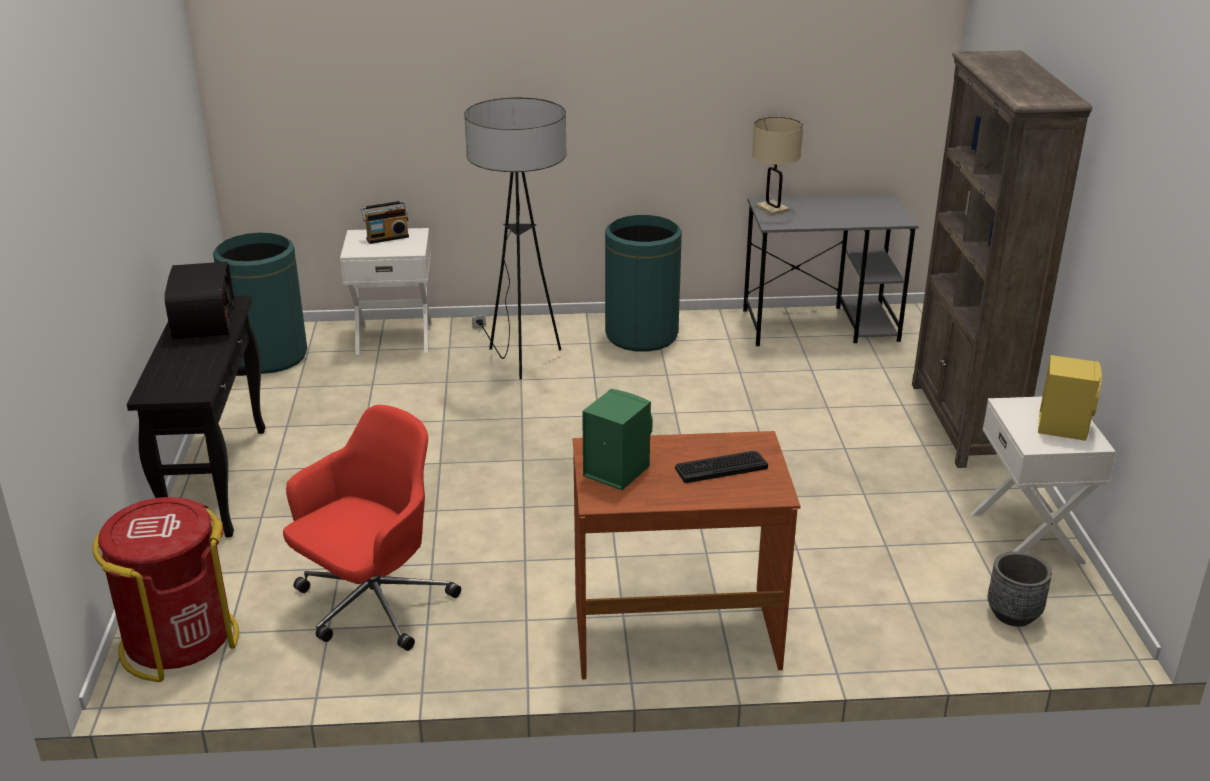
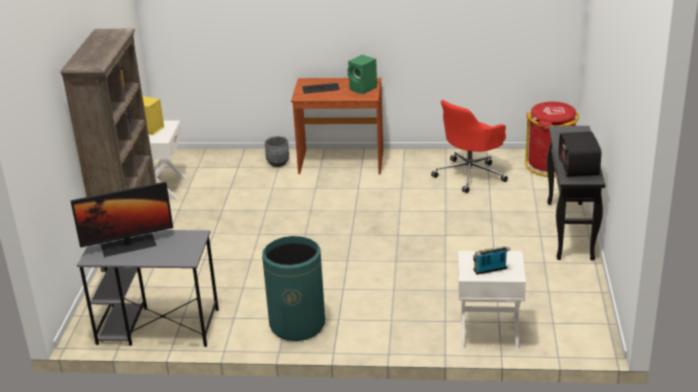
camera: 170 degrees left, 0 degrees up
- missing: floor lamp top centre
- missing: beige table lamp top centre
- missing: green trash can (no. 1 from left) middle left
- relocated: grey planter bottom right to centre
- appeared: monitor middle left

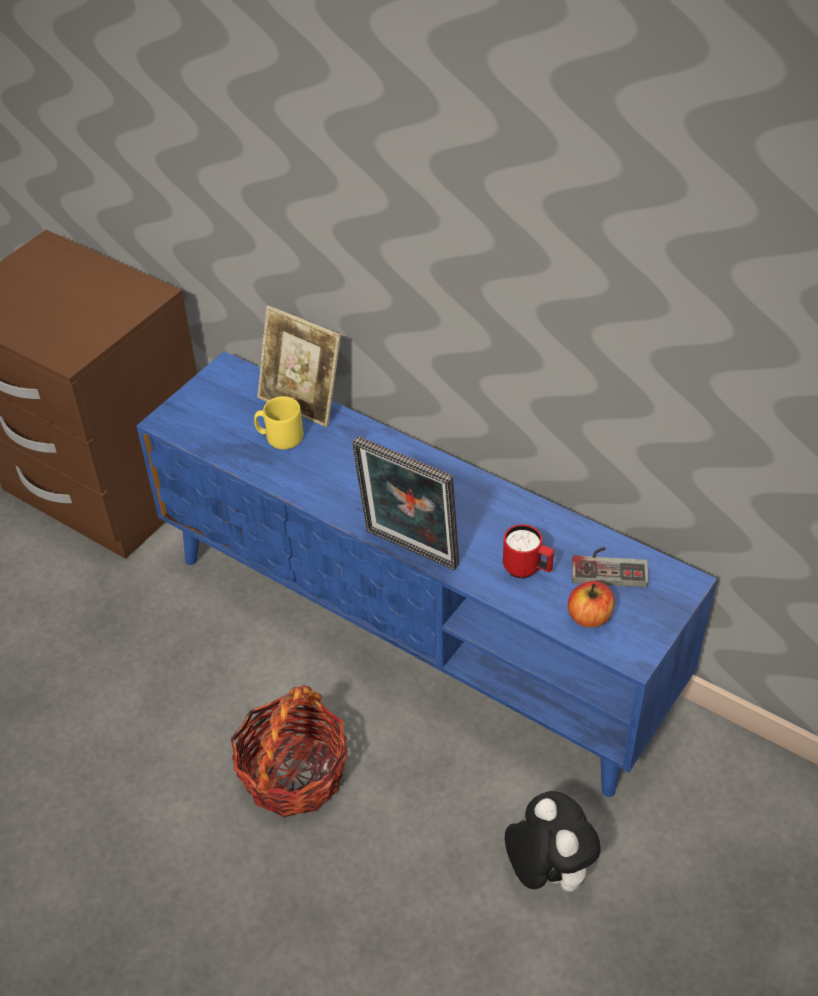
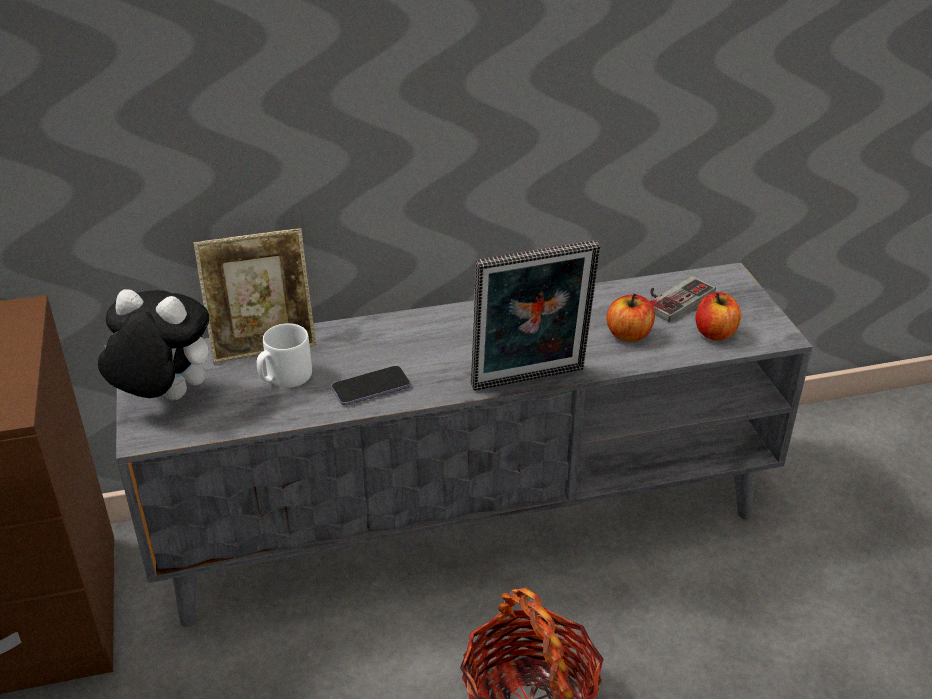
camera: 50 degrees left, 10 degrees down
- colour: blue tv stand centre to grey tv stand centre
- colour: yellow mug centre to white mug middle left
- exchanged: red mug centre to apple (no. 1 from left) middle right
- relocated: plush toy bottom right to middle left
- appeared: phone centre

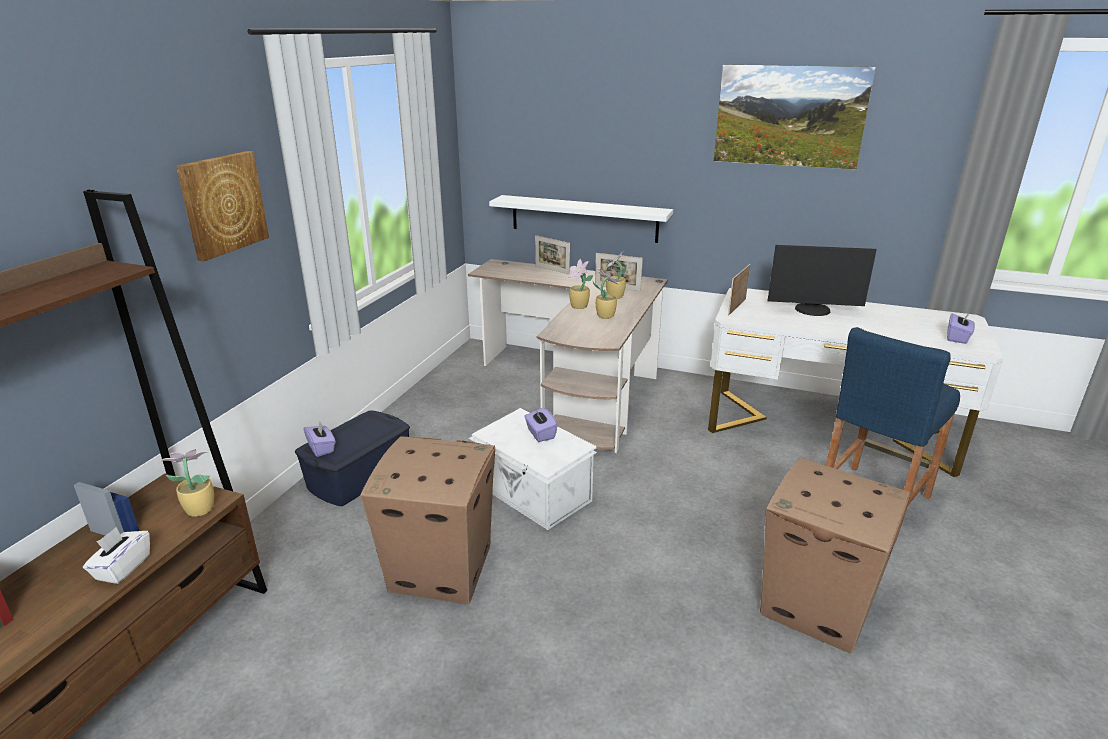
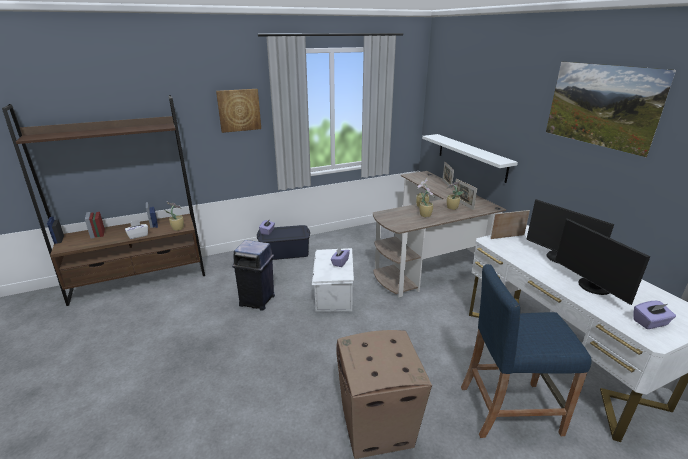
camera: 45 degrees right, 0 degrees up
- exchanged: cardboard box (no. 1 from left) bottom centre to blue trash can centre
- appeared: monitor (no. 2 from left) middle right

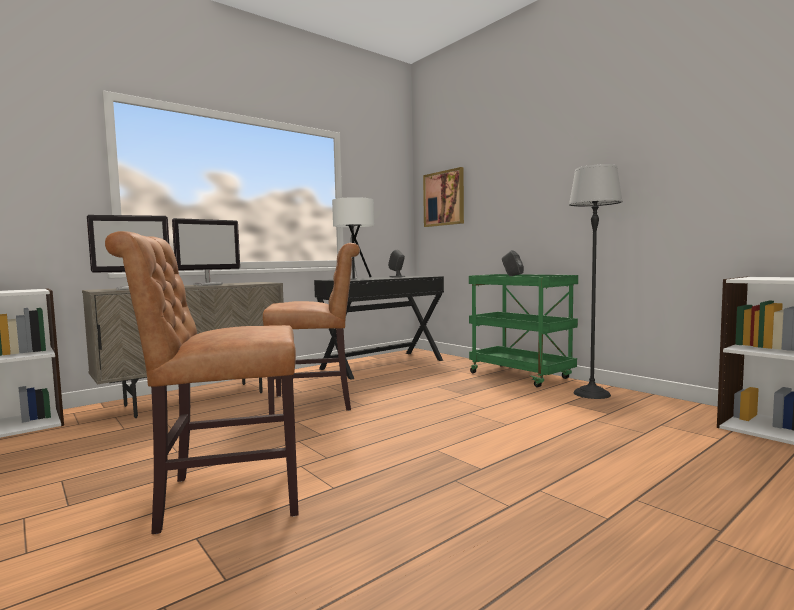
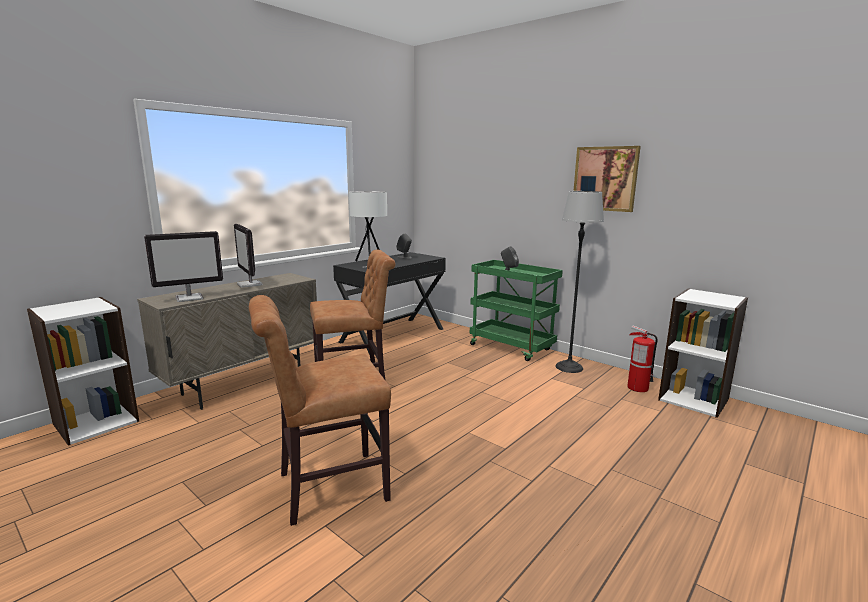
camera: 10 degrees left, 10 degrees up
- relocated: picture top centre to top right
- spun: monitor (no. 2 from left) middle left = middle left 105 degrees clockwise
- appeared: fire extinguisher middle right

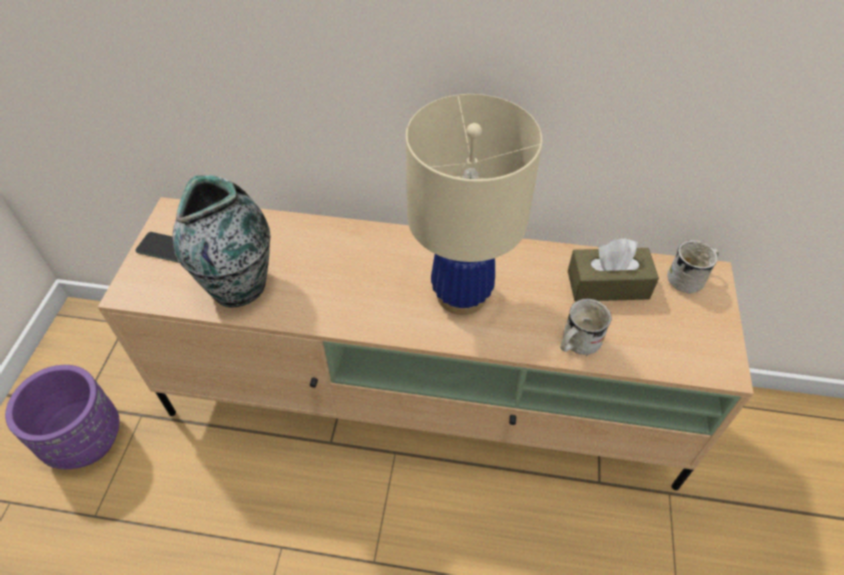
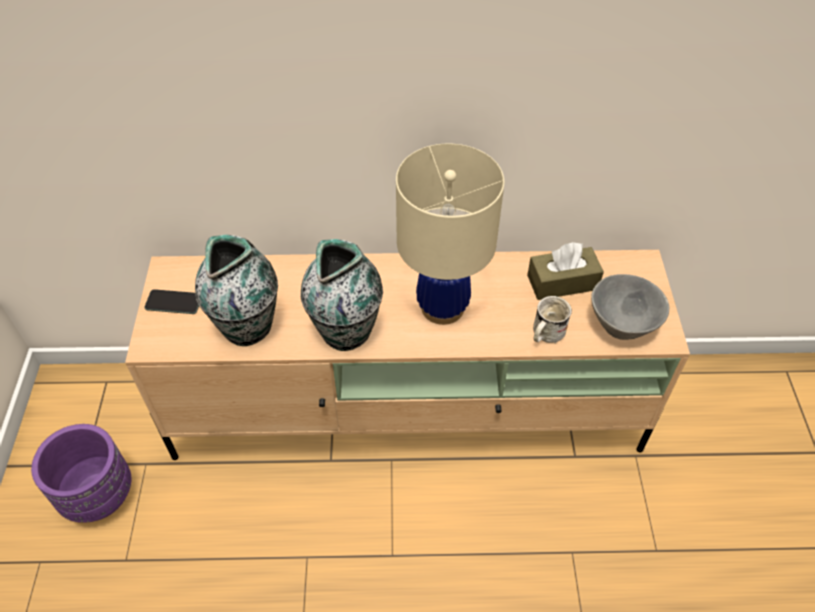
camera: 10 degrees left, 0 degrees up
- missing: white mug (no. 2 from left) middle right
- appeared: vase (no. 2 from left) centre
- appeared: grey bowl middle right

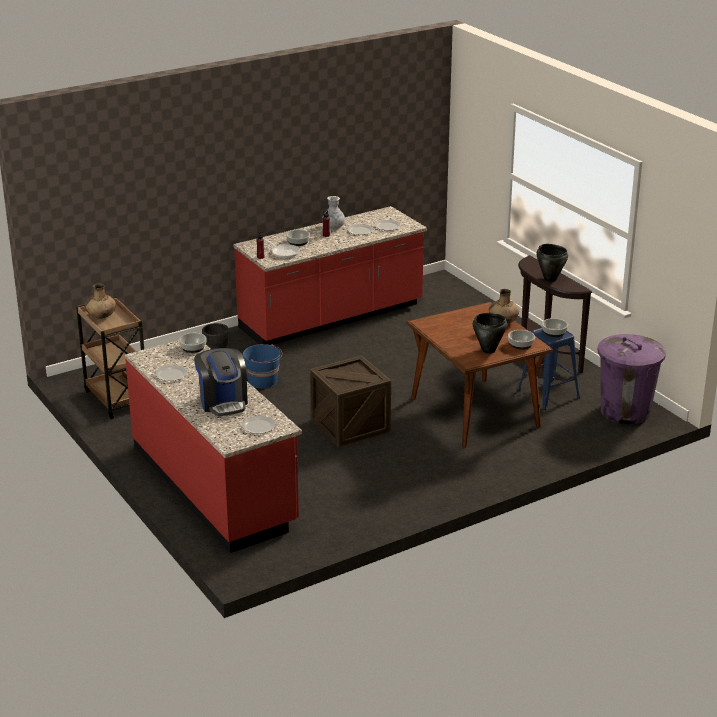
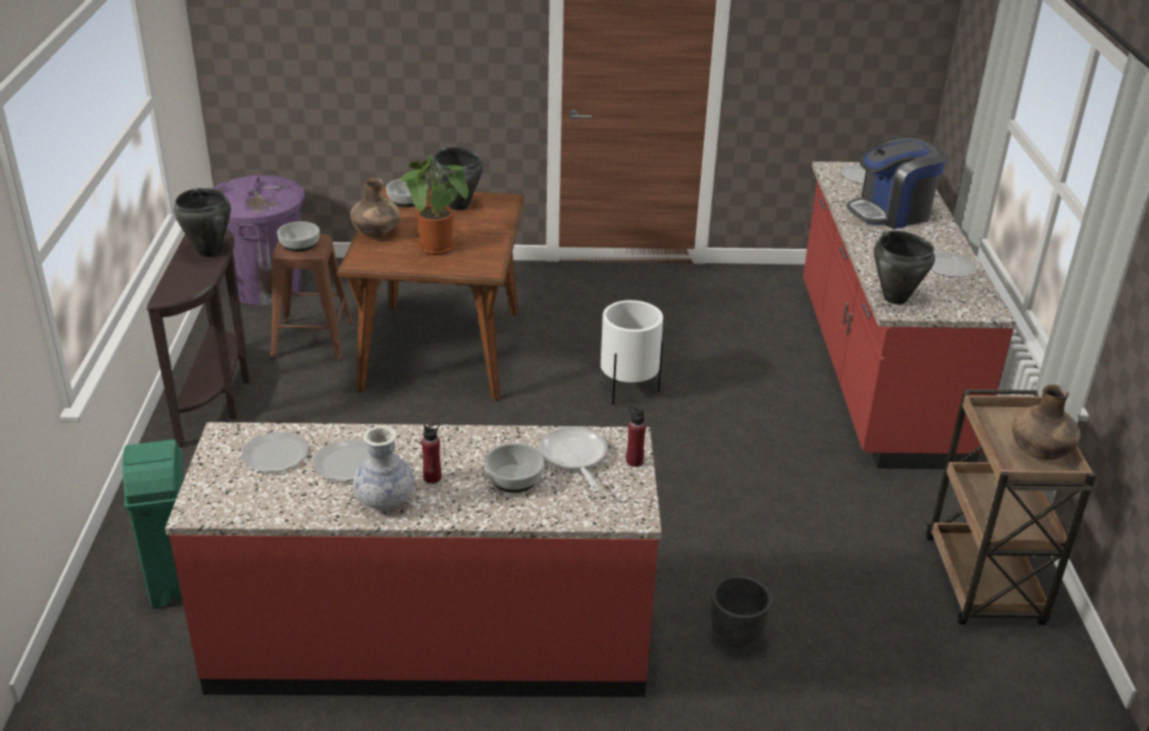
camera: 150 degrees left, 5 degrees up
- colour: blue stool middle right to brown stool middle left
- exchanged: bowl (no. 1 from left) middle left to black cooking pot (no. 3 from left) middle right
- missing: blue bucket centre
- spun: coffee machine middle left = top right 120 degrees counterclockwise
- exchanged: crate centre to white planter centre
- appeared: potted plant top centre
- appeared: green trash can bottom left

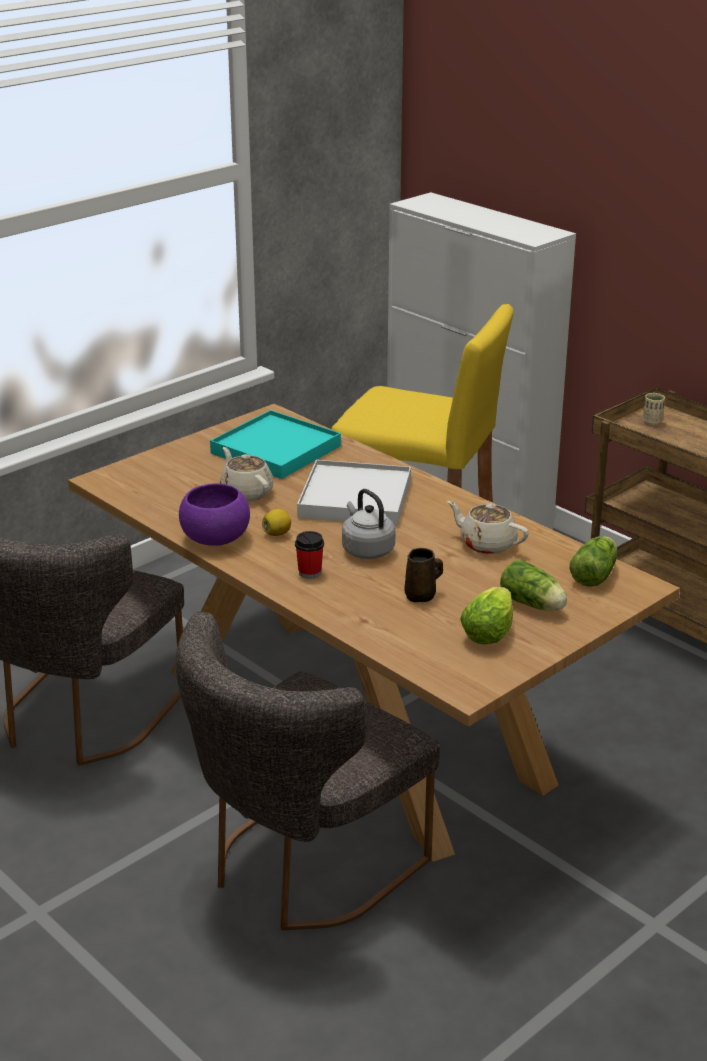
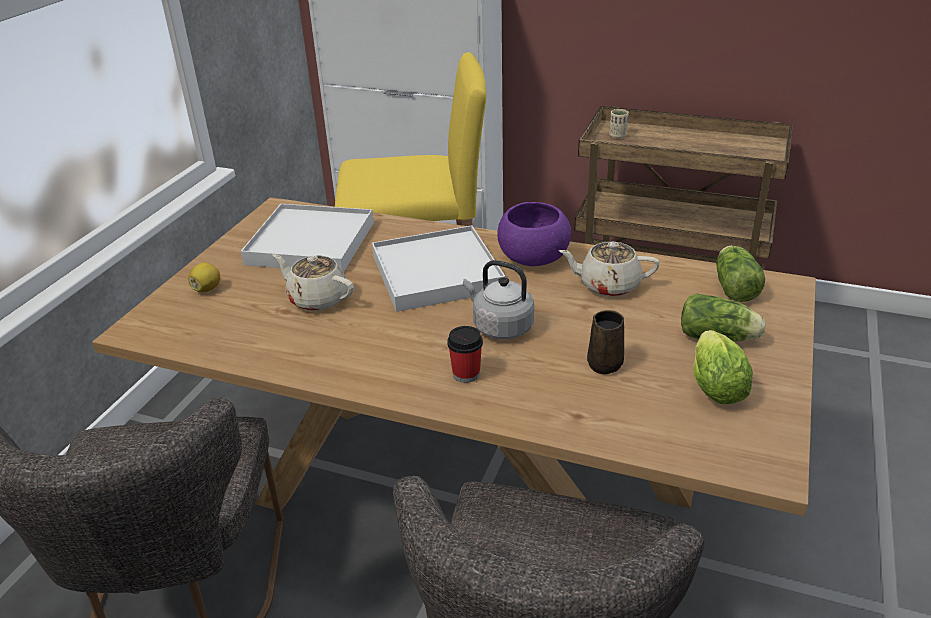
camera: 25 degrees left, 5 degrees up
- colour: turquoise tray centre to white tray (no. 1 from left) middle left
- relocated: purple bowl middle left to centre
- relocated: lemon centre to middle left

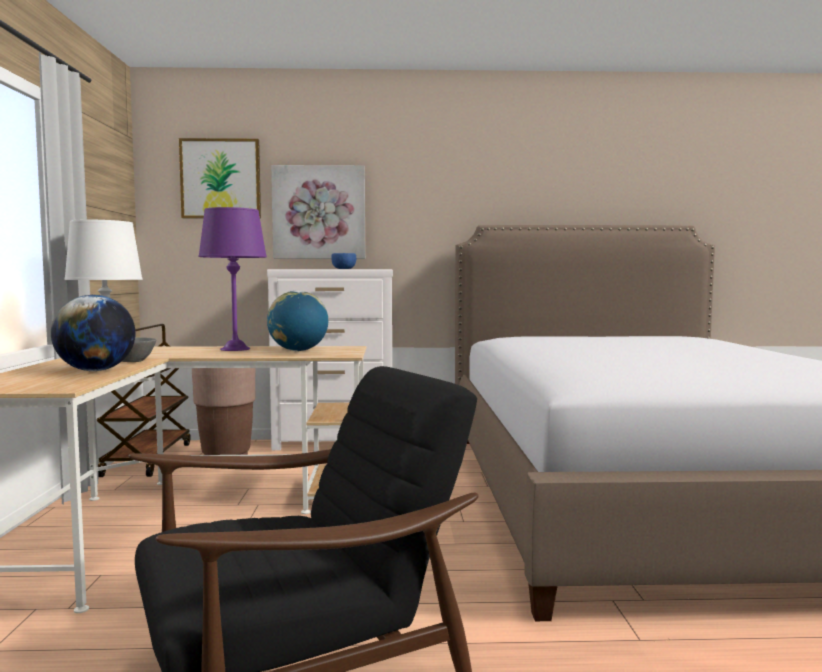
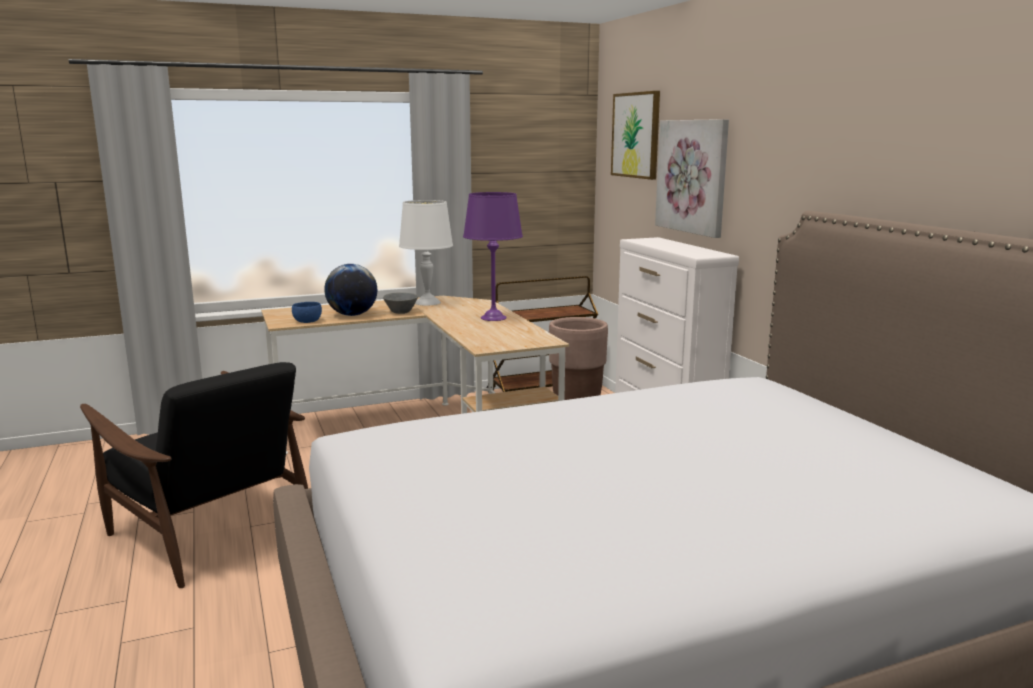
camera: 70 degrees right, 10 degrees up
- relocated: blue bowl centre to middle left
- missing: globe (no. 2 from left) centre

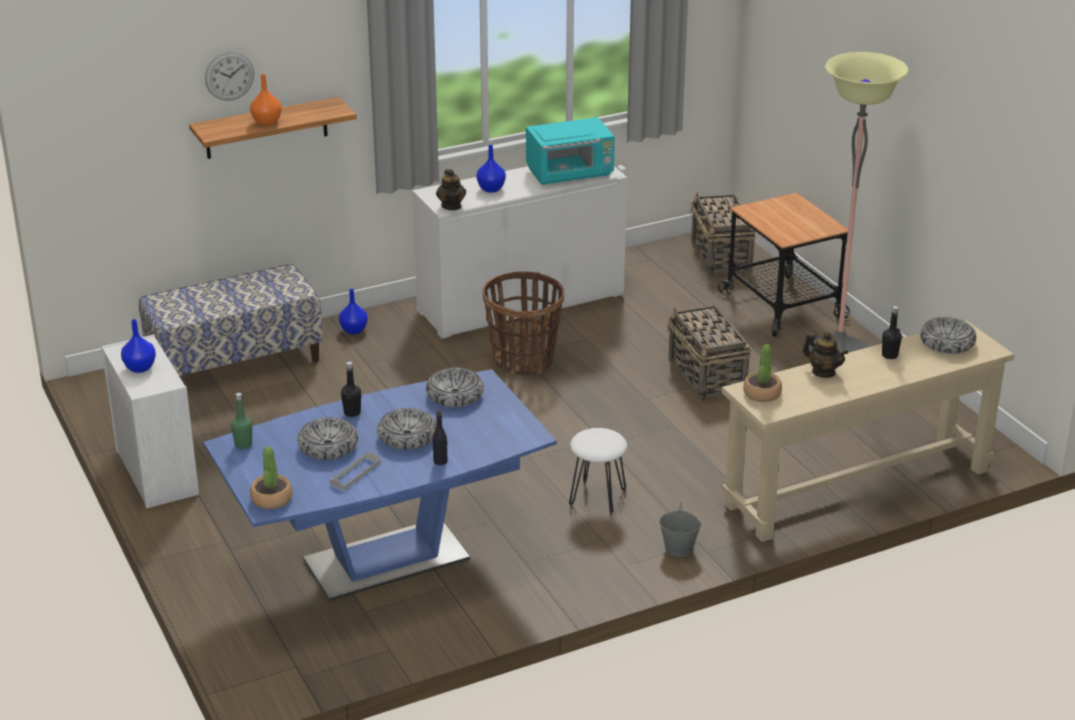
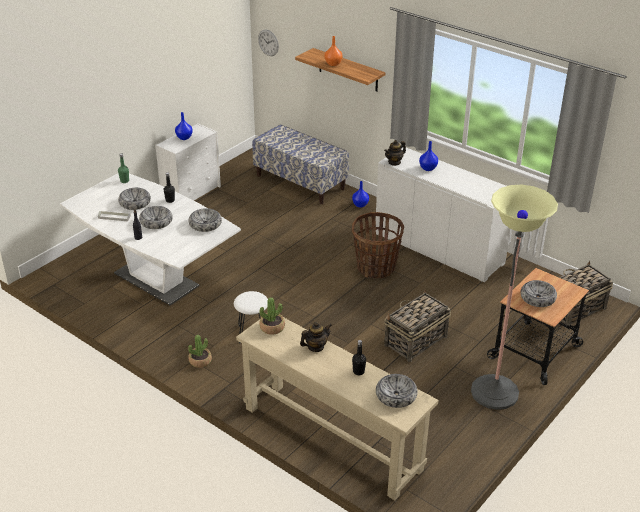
camera: 65 degrees right, 5 degrees up
- relocated: wall clock top left to top centre
- missing: turquoise microwave top centre
- spun: teapot (no. 2 from left in the first image) middle right = centre 135 degrees counterclockwise
- colour: blue dining table bottom centre to white dining table middle left
- relocated: potted plant (no. 1 from left) middle left to bottom left
- missing: grey bucket bottom centre
- appeared: bowl (no. 5 from left) middle right

